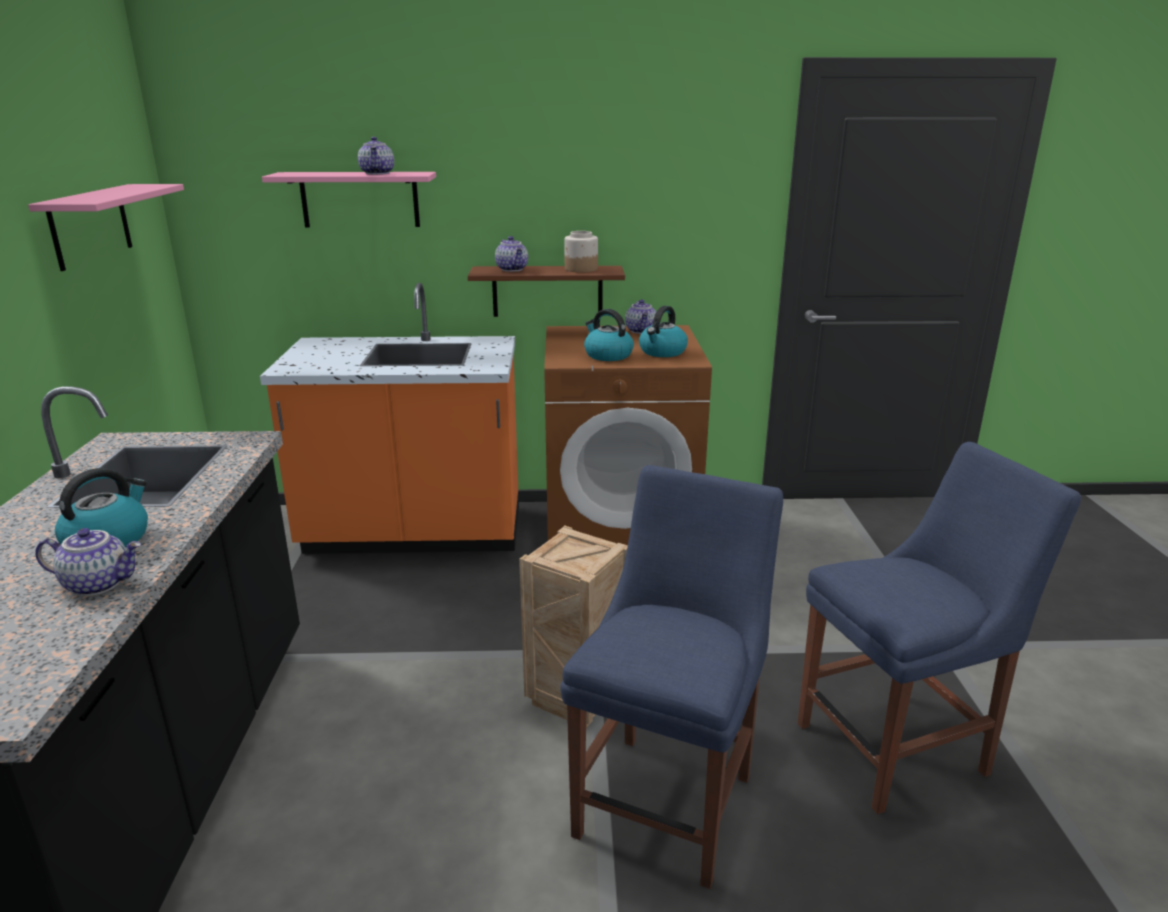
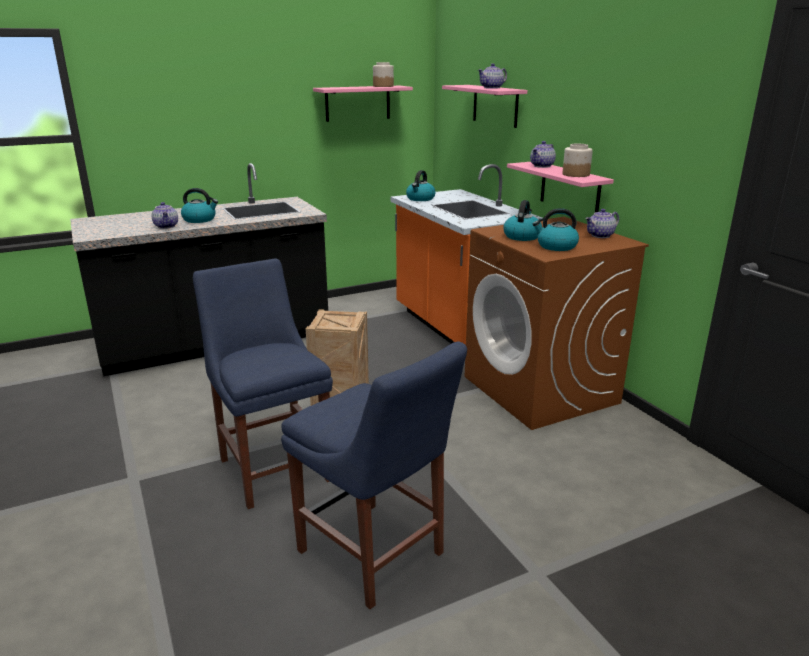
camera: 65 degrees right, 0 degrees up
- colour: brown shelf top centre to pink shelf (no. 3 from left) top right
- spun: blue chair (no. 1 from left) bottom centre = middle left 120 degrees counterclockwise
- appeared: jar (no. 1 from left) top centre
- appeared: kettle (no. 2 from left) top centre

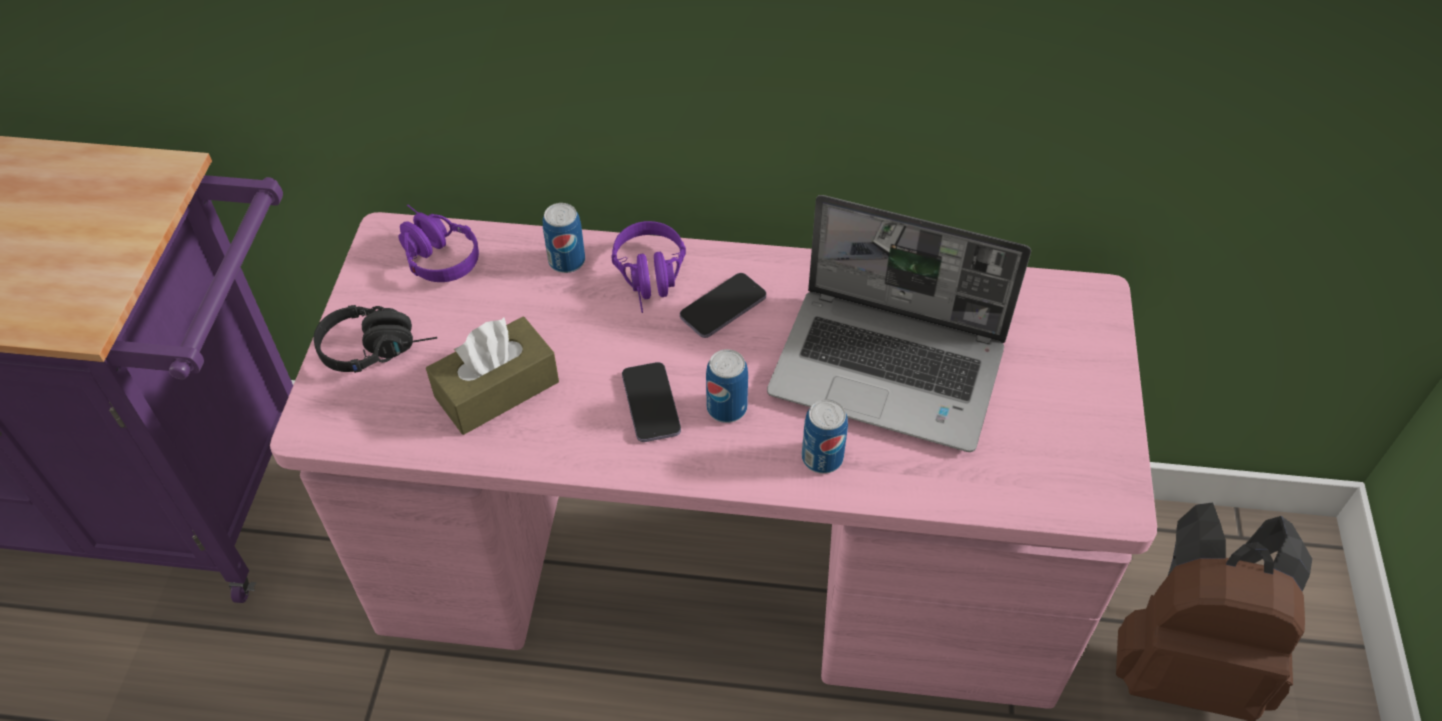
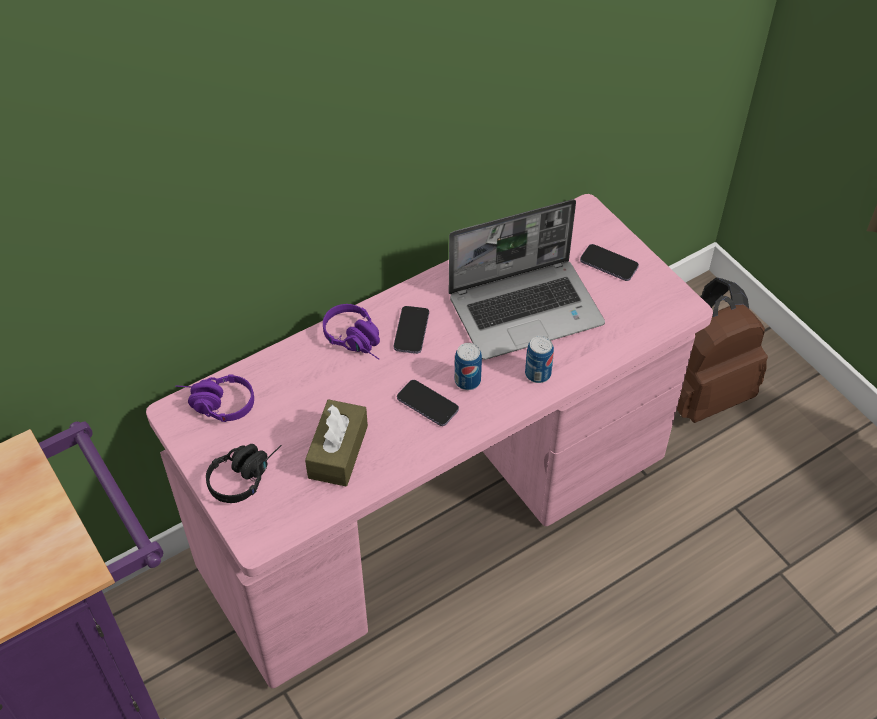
camera: 40 degrees left, 0 degrees up
- missing: can (no. 1 from left) top centre
- appeared: phone (no. 3 from left) middle right

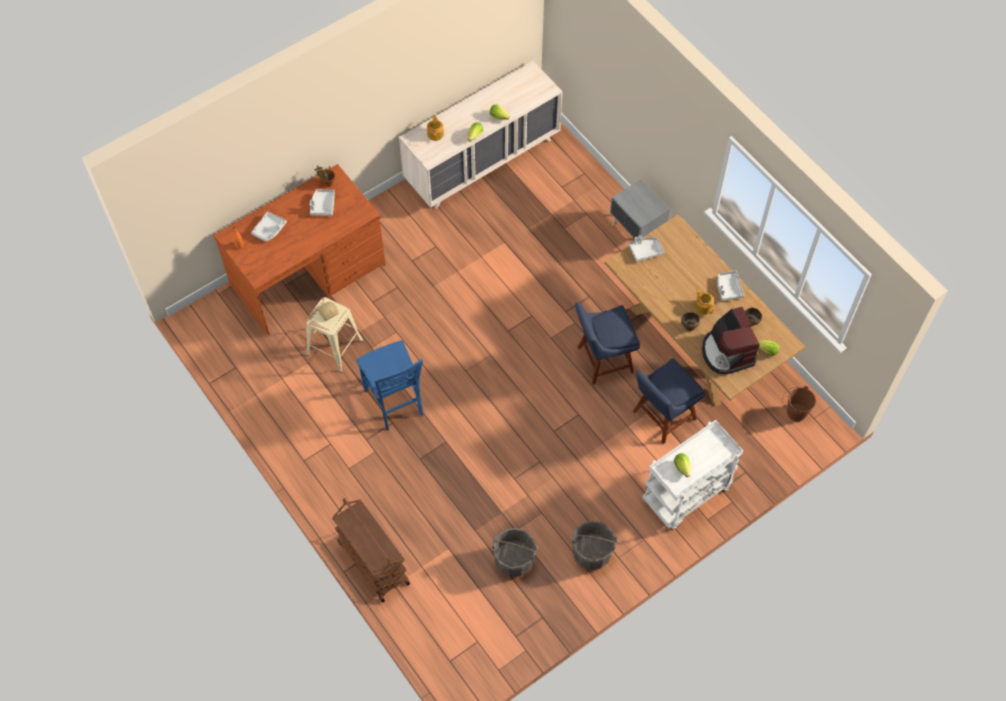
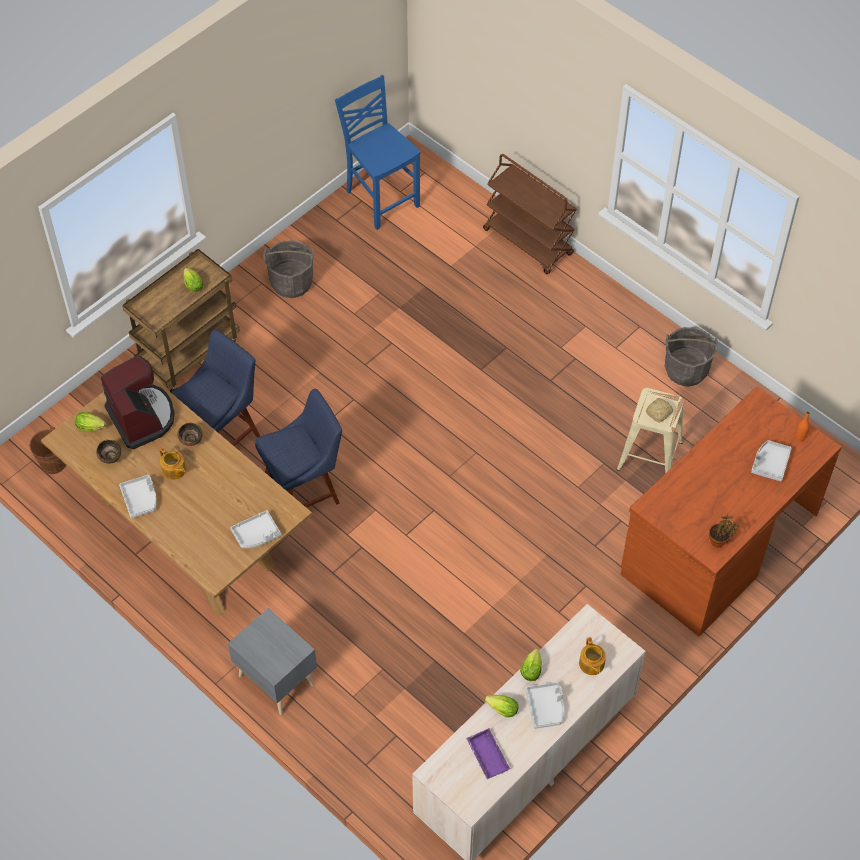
camera: 170 degrees right, 5 degrees down
- relocated: grey tray (no. 2 from left in the first image) top left to grey tray (no. 3 from left) bottom centre
- relocated: blue chair (no. 1 from left in the first image) centre to blue chair (no. 3 from left) top centre
- colour: white cart bottom right to brown cart (no. 1 from left) middle left
- relocated: grey bucket (no. 1 from left in the first image) bottom centre to grey bucket (no. 2 from left) middle right
- appeared: purple tray bottom centre

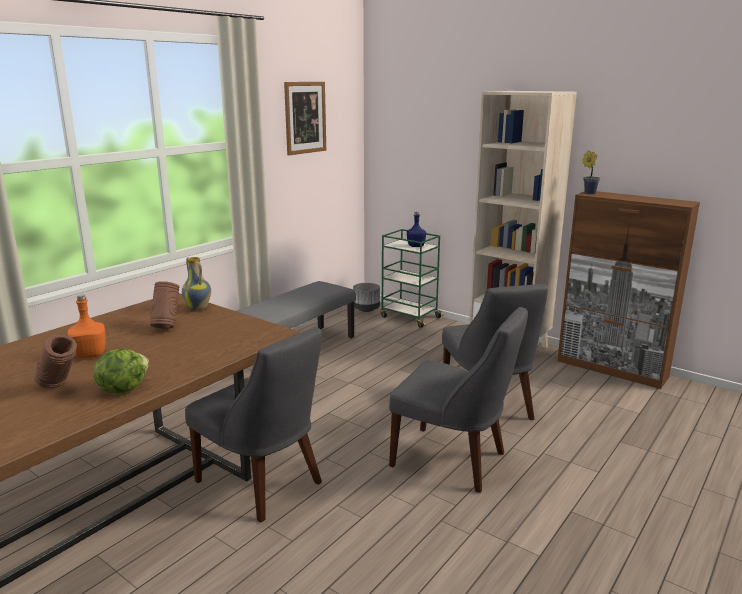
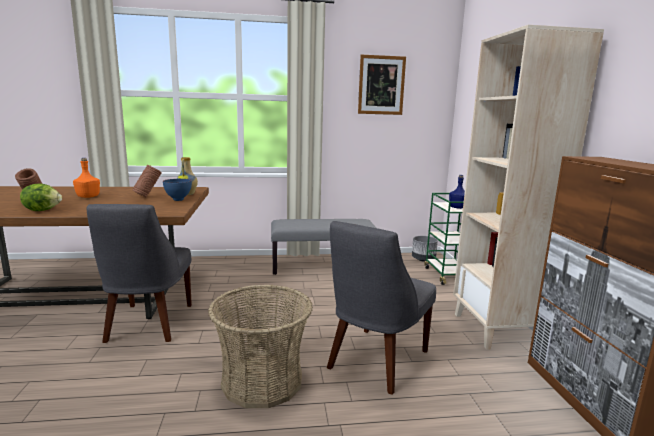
camera: 45 degrees right, 5 degrees down
- missing: potted plant top right
- exchanged: grey chair (no. 2 from left) bottom centre to basket bottom centre
- appeared: blue bowl middle left

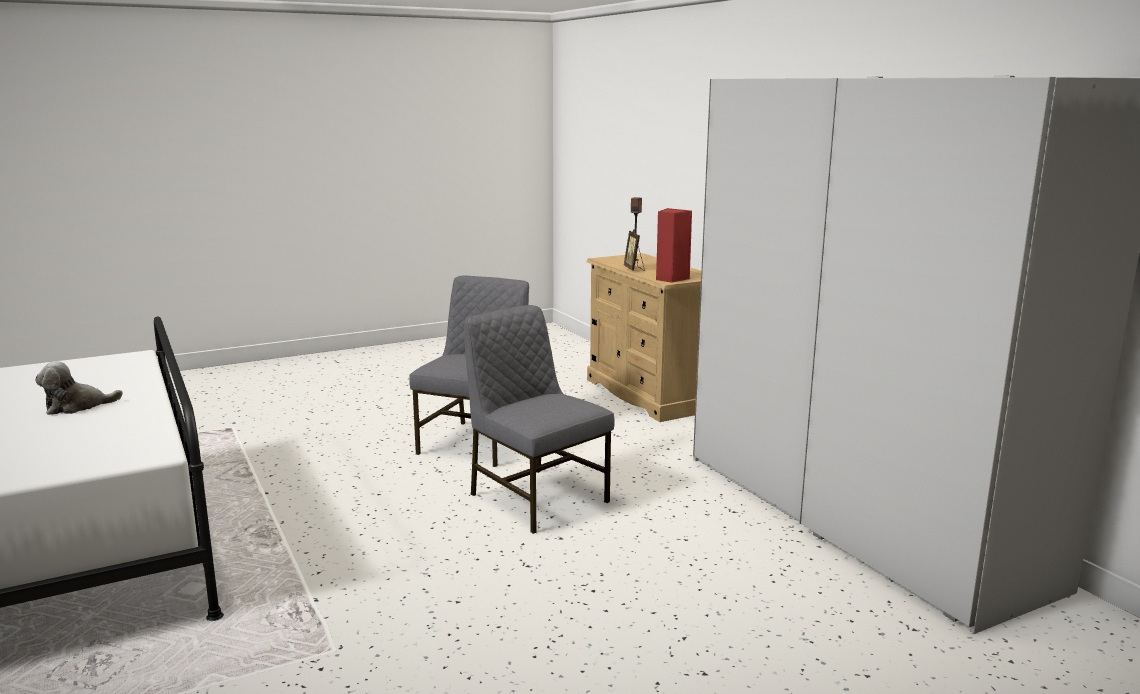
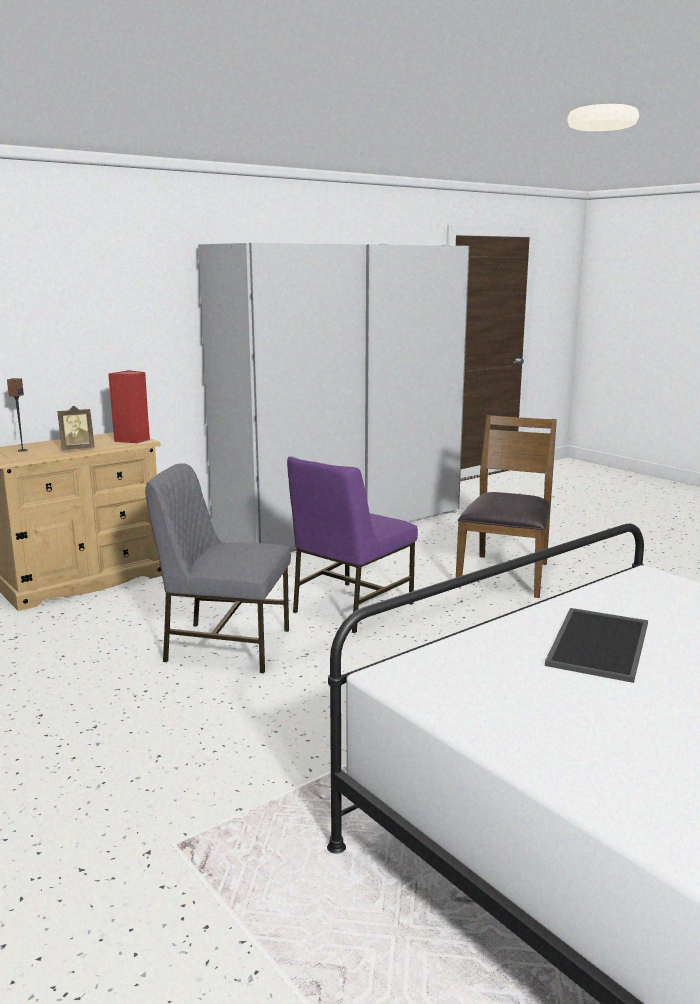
camera: 100 degrees left, 0 degrees up
- colour: grey chair (no. 2 from left) centre to purple chair centre
- exchanged: plush toy middle left to tray middle right
- appeared: brown chair middle right

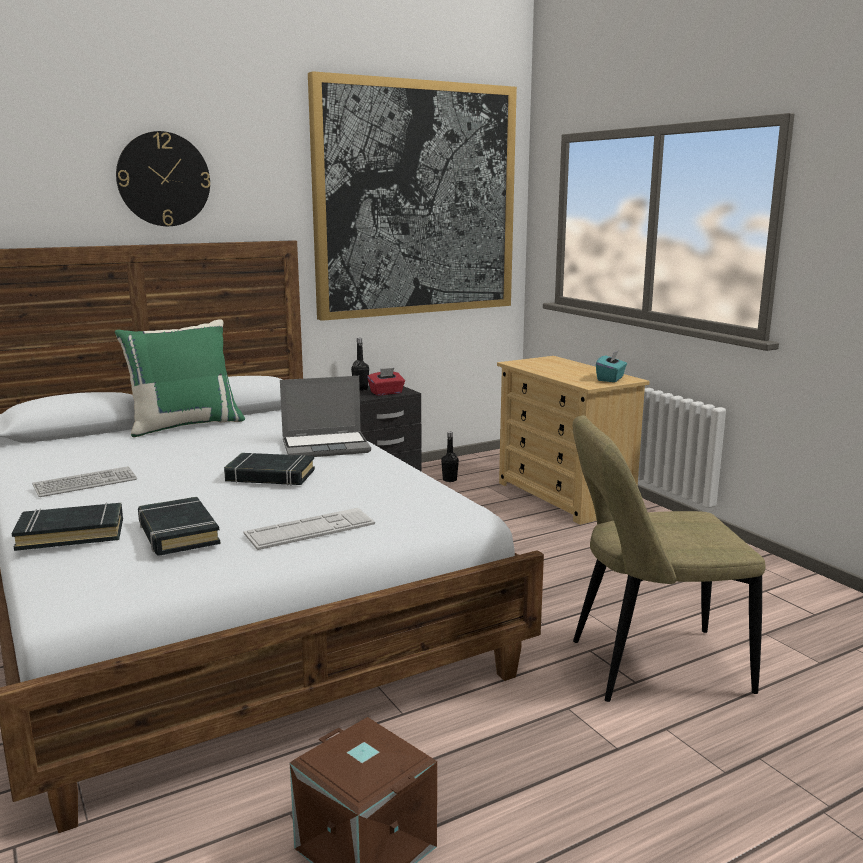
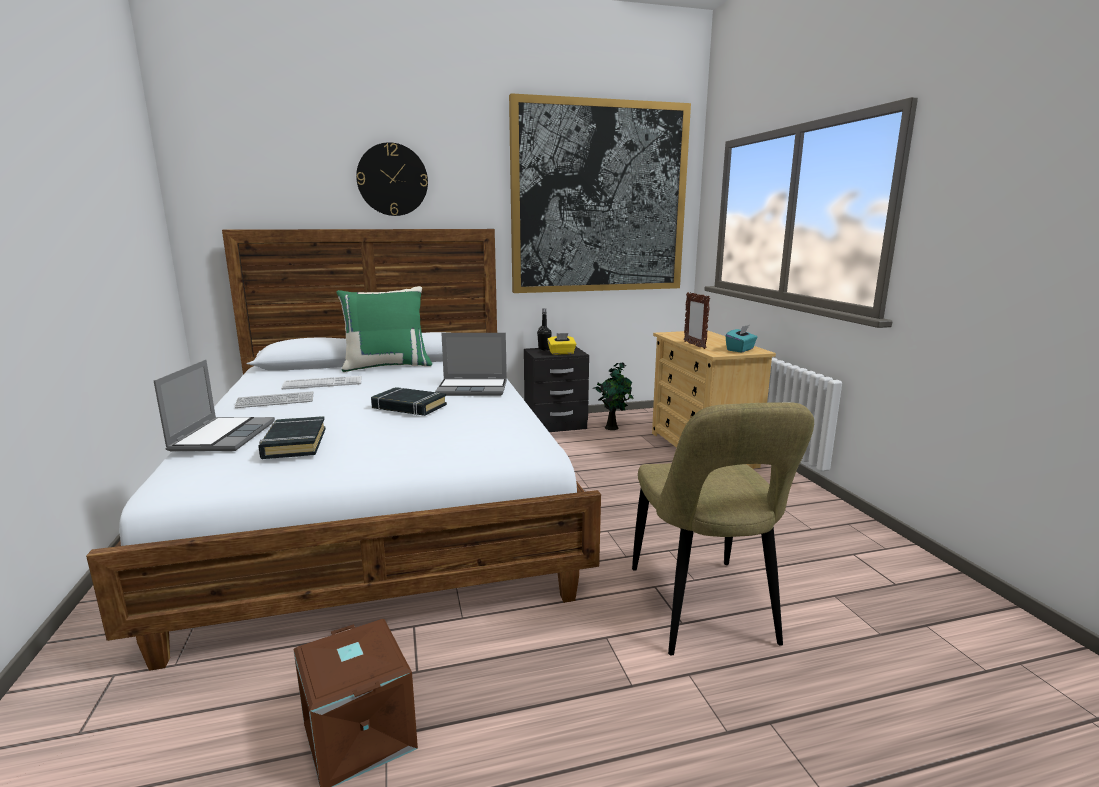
camera: 15 degrees right, 0 degrees up
- colour: red tissue box centre to yellow tissue box centre
- spun: beige chair middle right = bottom centre 105 degrees counterclockwise
- exchanged: black bottle (no. 2 from left) centre to potted plant centre
- exchanged: black book (no. 1 from left) middle left to laptop (no. 1 from left) middle left
- relocated: keyboard (no. 2 from left) centre to middle left
- appeared: picture frame centre

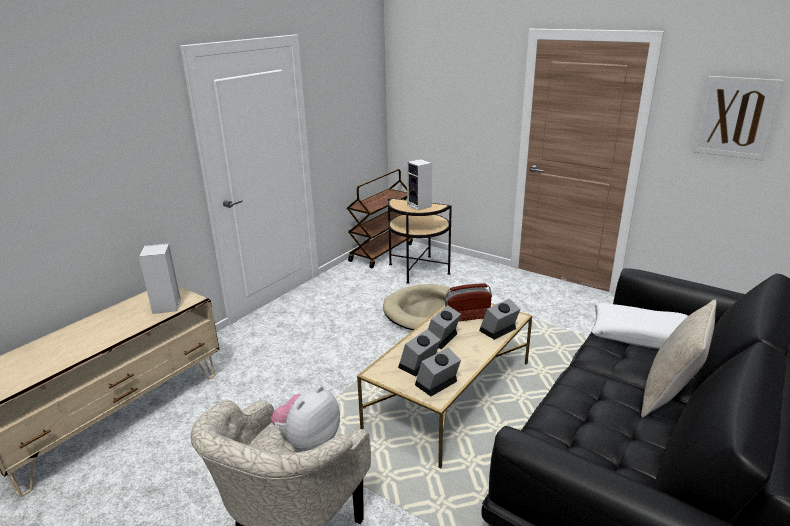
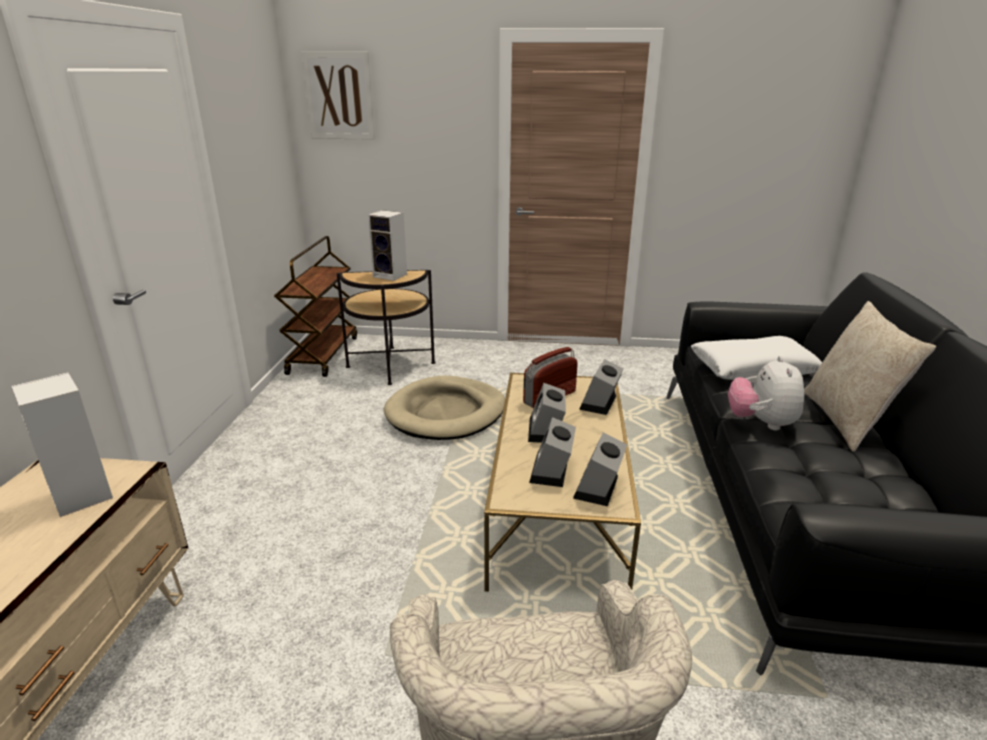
camera: 30 degrees left, 0 degrees up
- relocated: picture top right to top centre
- relocated: plush toy bottom centre to middle right

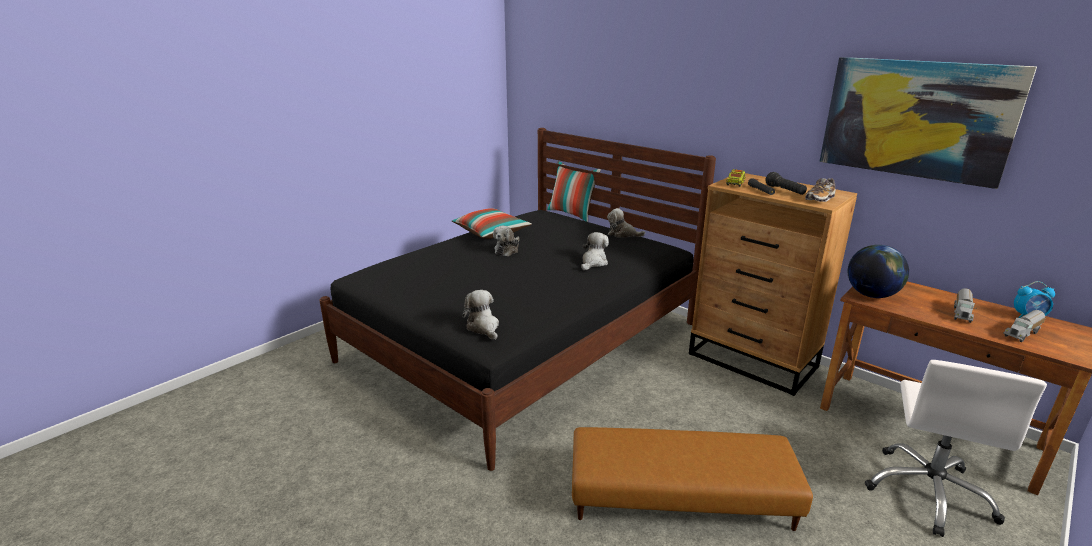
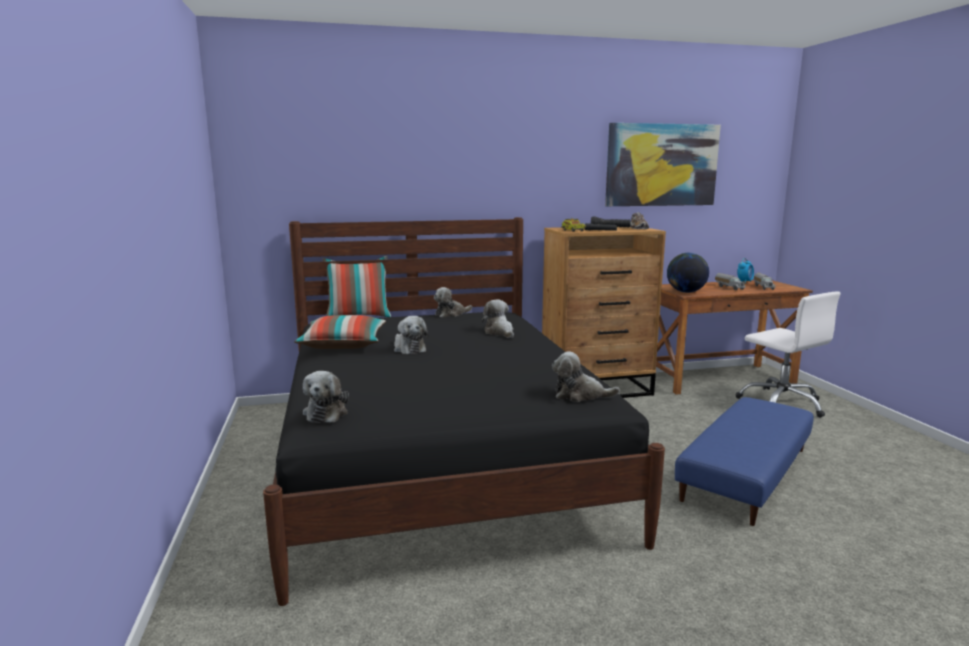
camera: 55 degrees left, 10 degrees down
- colour: brown ottoman bottom centre to blue ottoman bottom right
- appeared: plush toy (no. 1 from left) centre

